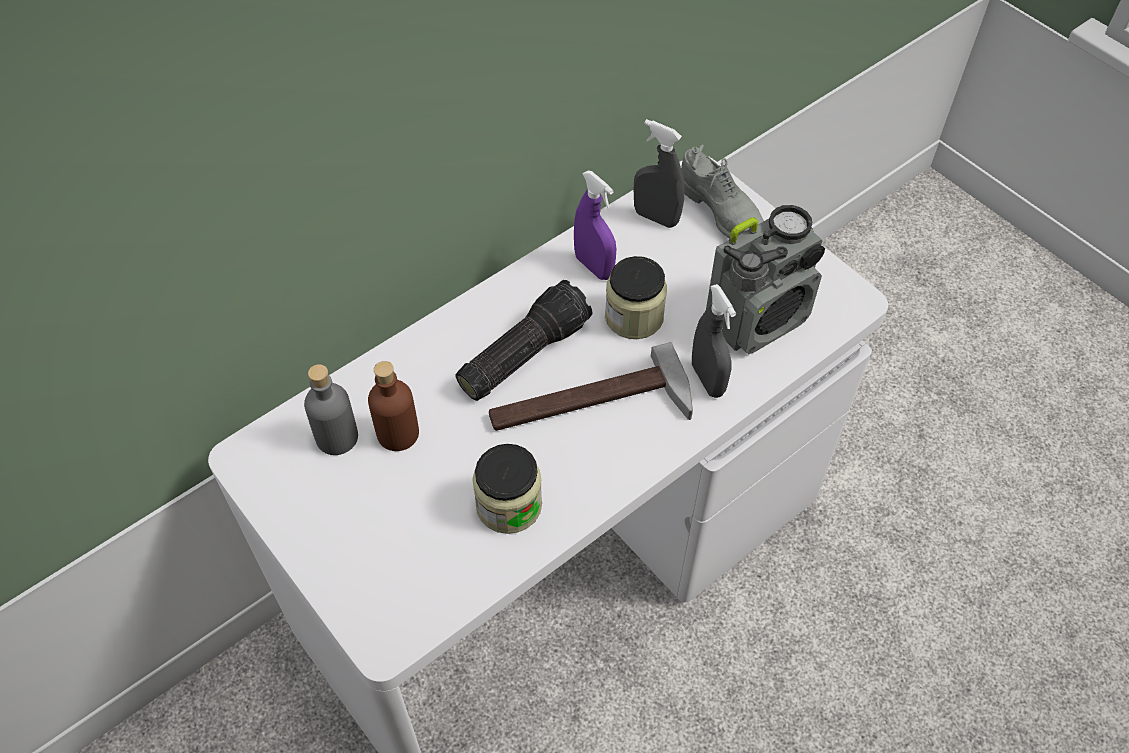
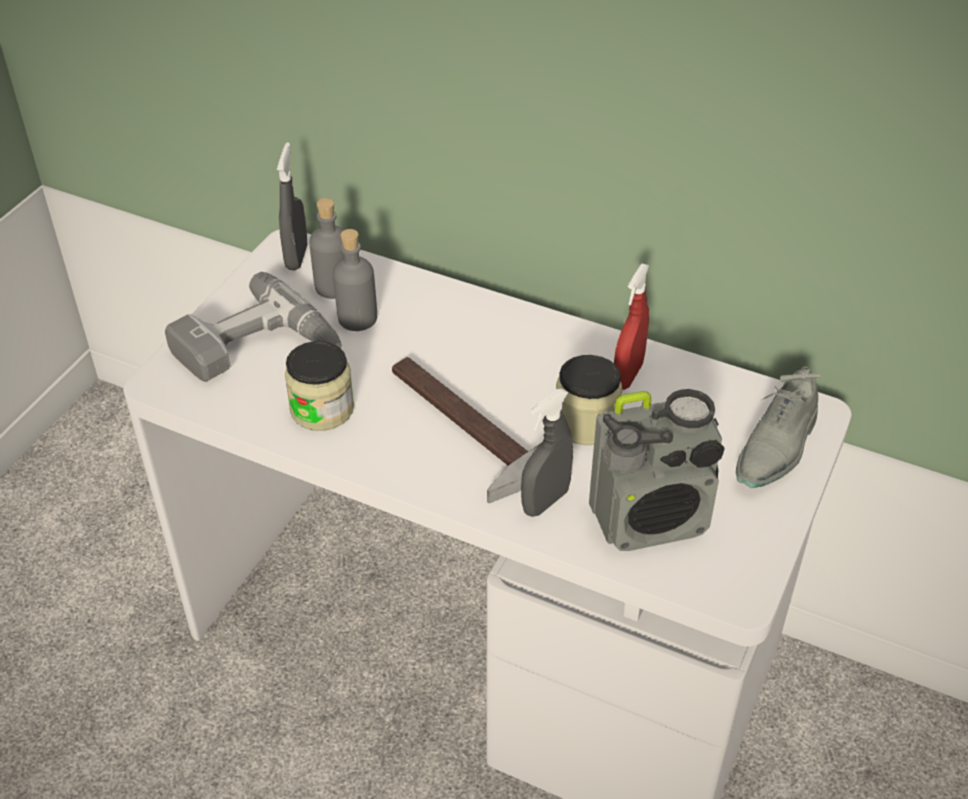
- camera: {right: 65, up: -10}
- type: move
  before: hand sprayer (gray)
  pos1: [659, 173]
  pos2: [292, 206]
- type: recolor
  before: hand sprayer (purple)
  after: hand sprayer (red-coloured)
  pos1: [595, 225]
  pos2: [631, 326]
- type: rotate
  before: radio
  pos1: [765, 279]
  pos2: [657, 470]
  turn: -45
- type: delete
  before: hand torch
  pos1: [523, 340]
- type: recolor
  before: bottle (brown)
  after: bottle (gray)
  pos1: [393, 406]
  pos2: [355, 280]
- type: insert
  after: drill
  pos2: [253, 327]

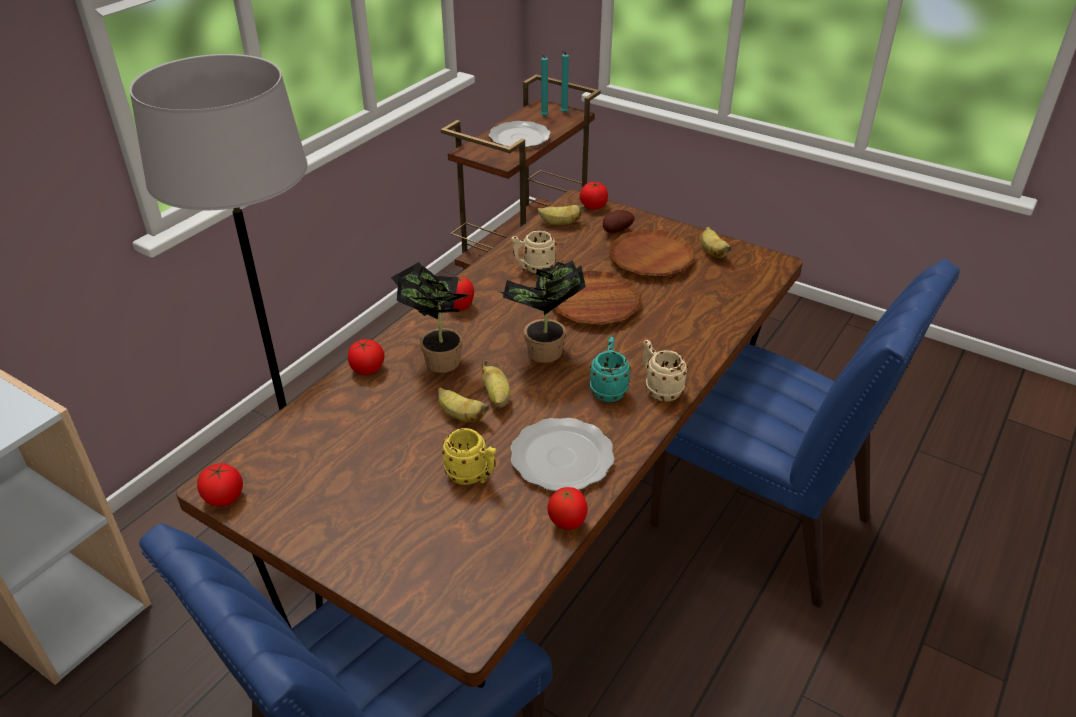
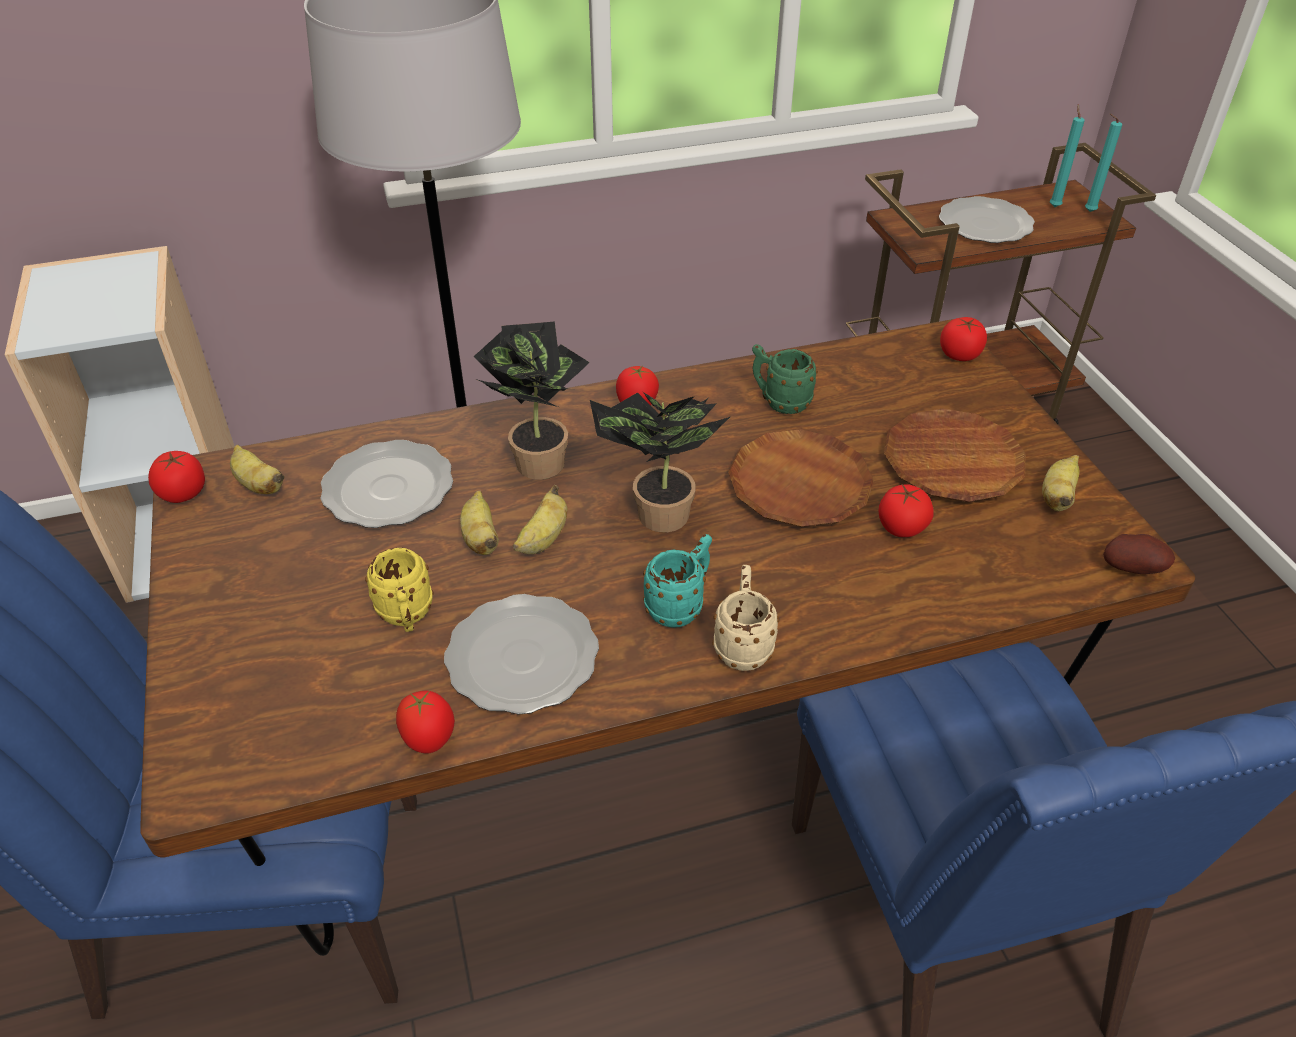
- camera: {right: 40, up: 5}
- type: move
  before: whole banana
  pos1: [561, 215]
  pos2: [257, 469]
- type: move
  before: potato
  pos1: [619, 221]
  pos2: [1139, 554]
- type: recolor
  before: tea mug (beige)
  after: tea mug (green-coloured)
  pos1: [533, 252]
  pos2: [785, 379]
- type: move
  before: tomato
  pos1: [366, 357]
  pos2: [906, 510]
- type: insert
  after: plate
  pos2: [386, 484]

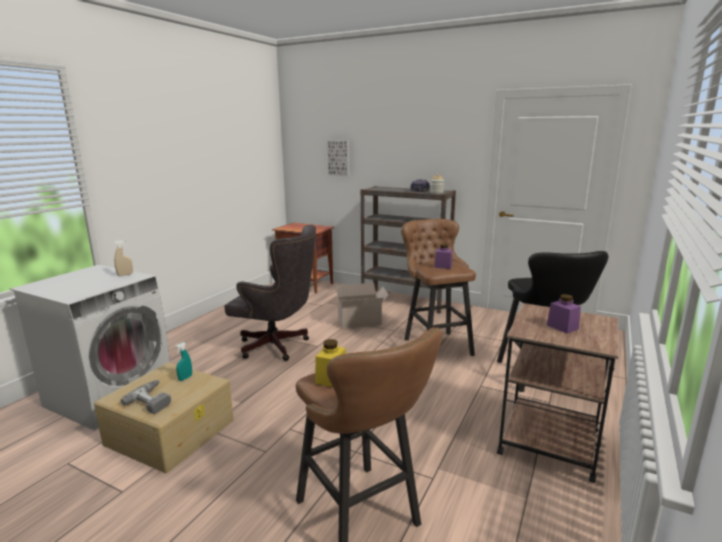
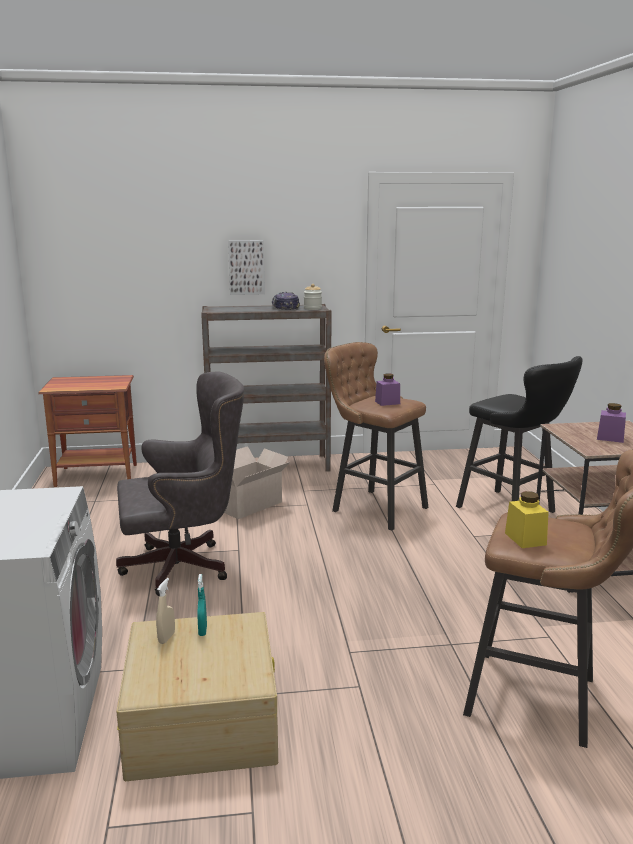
- camera: {right: -35, up: 0}
- type: move
  before: wall art
  pos1: [338, 158]
  pos2: [246, 267]
- type: move
  before: hand sprayer (beige)
  pos1: [123, 258]
  pos2: [165, 611]
- type: delete
  before: drill
  pos1: [146, 397]

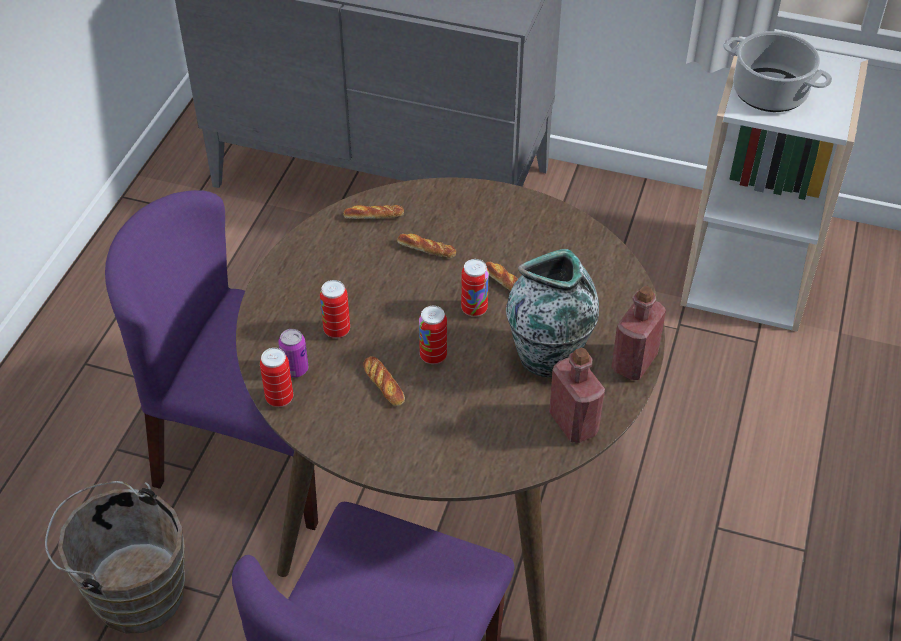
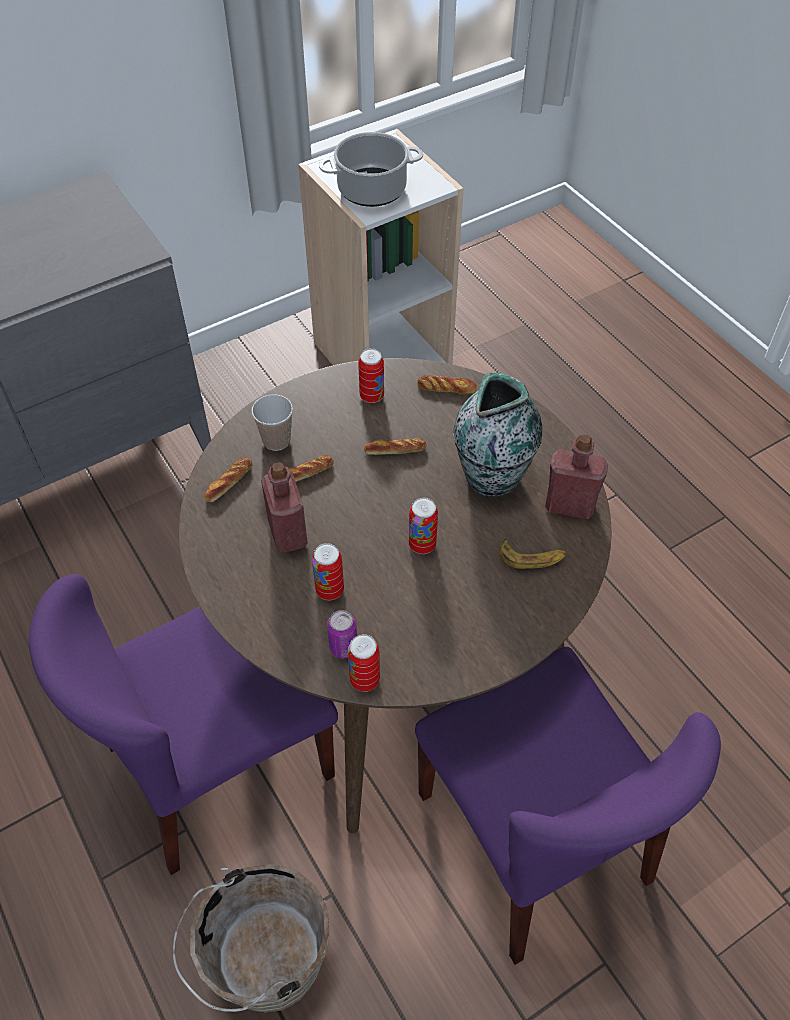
- camera: {right: -50, up: 5}
- type: move
  before: metal can
  pos1: [475, 288]
  pos2: [371, 375]
- type: move
  before: bottle (red-coloured)
  pos1: [638, 333]
  pos2: [284, 507]
- type: move
  before: bread
  pos1: [384, 381]
  pos2: [447, 384]
- type: insert
  after: cup
  pos2: [272, 423]
- type: insert
  after: whole banana
  pos2: [533, 553]

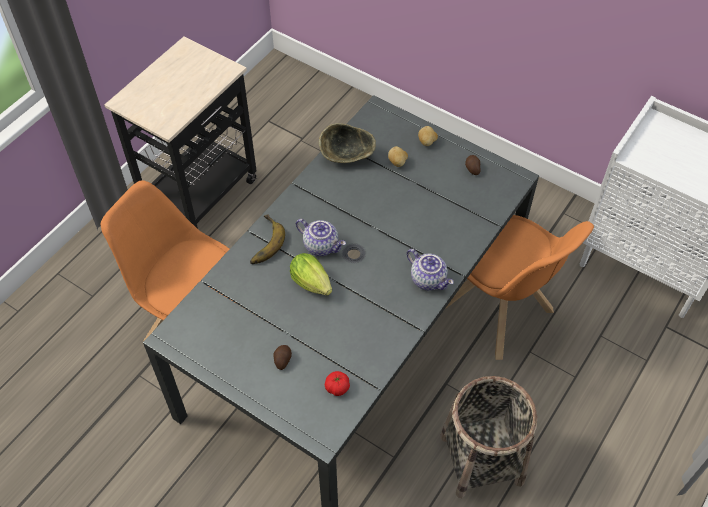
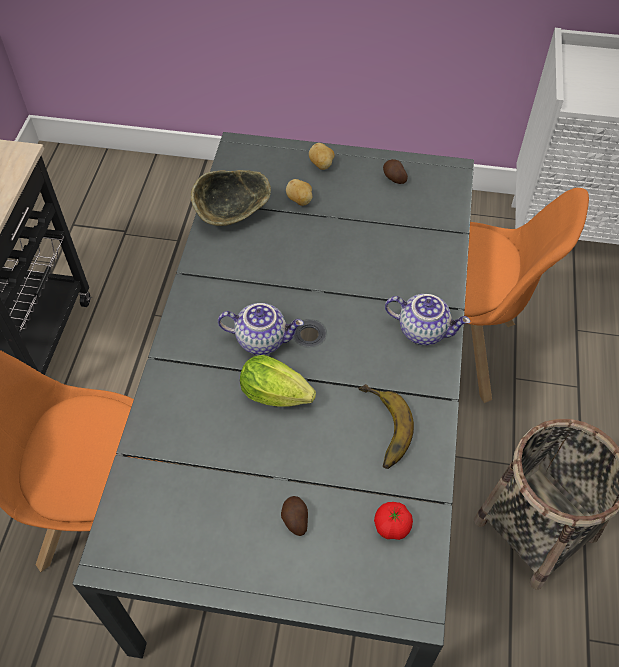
- camera: {right: -25, up: 0}
- type: move
  before: whole banana
  pos1: [267, 239]
  pos2: [386, 426]

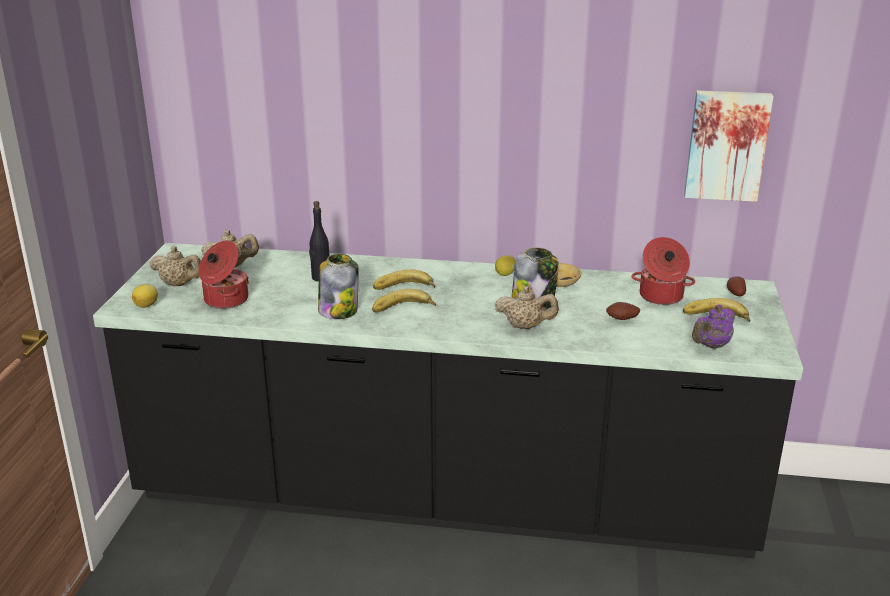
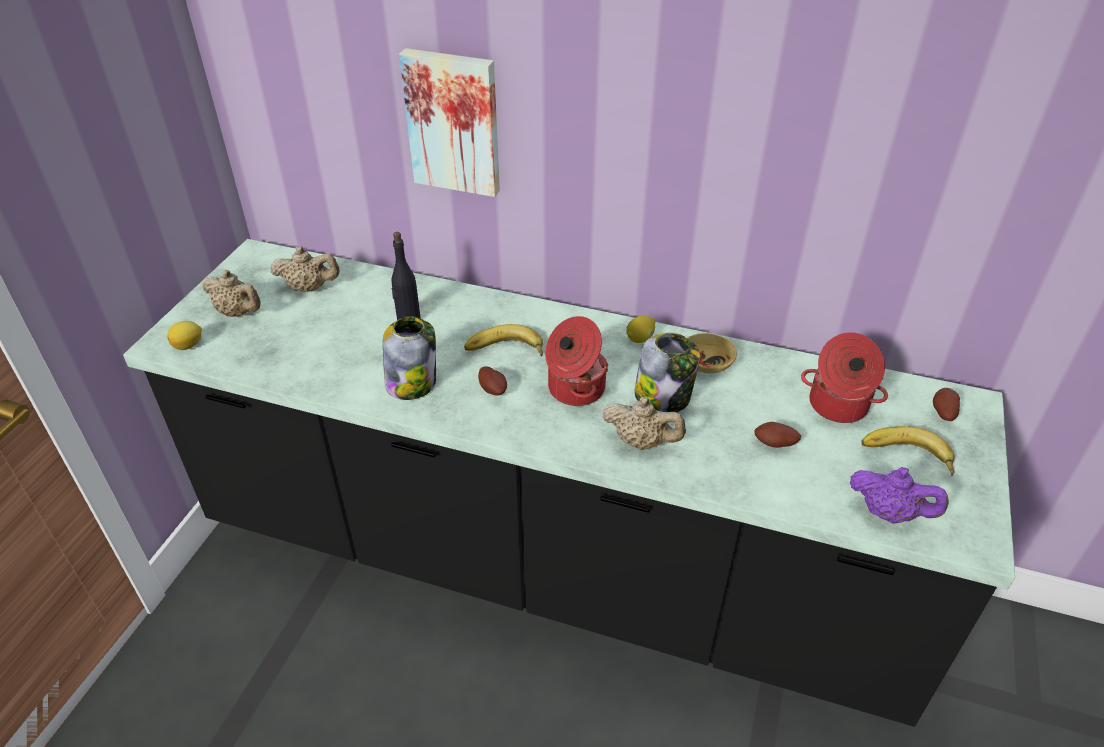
- camera: {right: 10, up: 15}
- type: move
  before: wall art
  pos1: [729, 146]
  pos2: [449, 122]
- type: move
  before: stockpot
  pos1: [224, 275]
  pos2: [576, 361]
- type: replace
  before: whole banana
  after: potato
  pos1: [404, 301]
  pos2: [492, 380]
- type: rotate
  before: teapot (purple)
  pos1: [713, 327]
  pos2: [899, 495]
  turn: -120

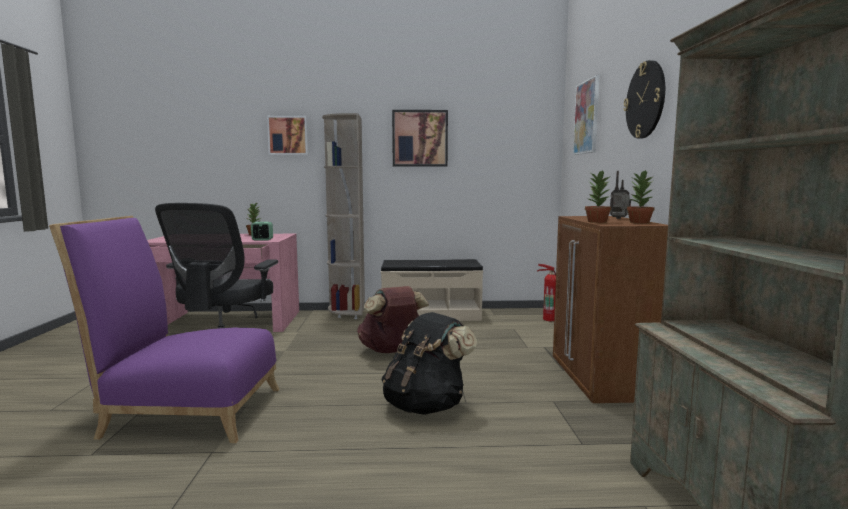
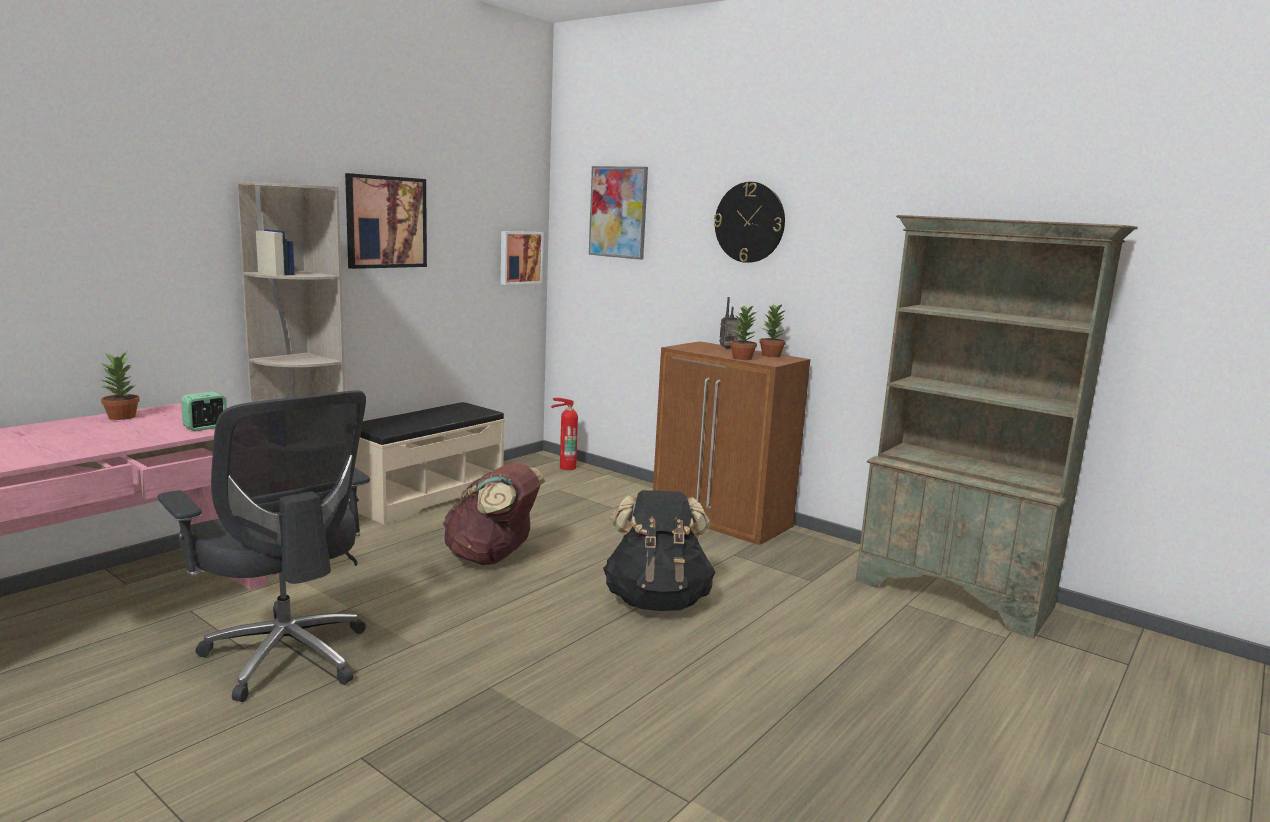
- camera: {right: -50, up: 5}
- type: move
  before: wall art
  pos1: [287, 135]
  pos2: [522, 258]
- type: delete
  before: plain chair (purple)
  pos1: [164, 329]

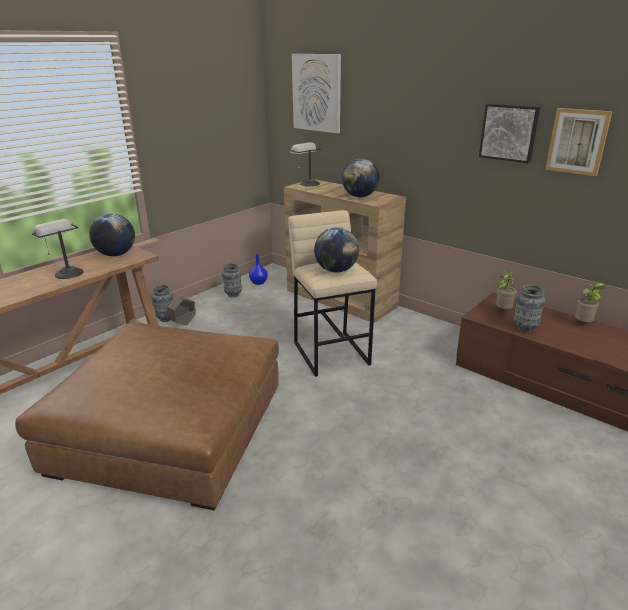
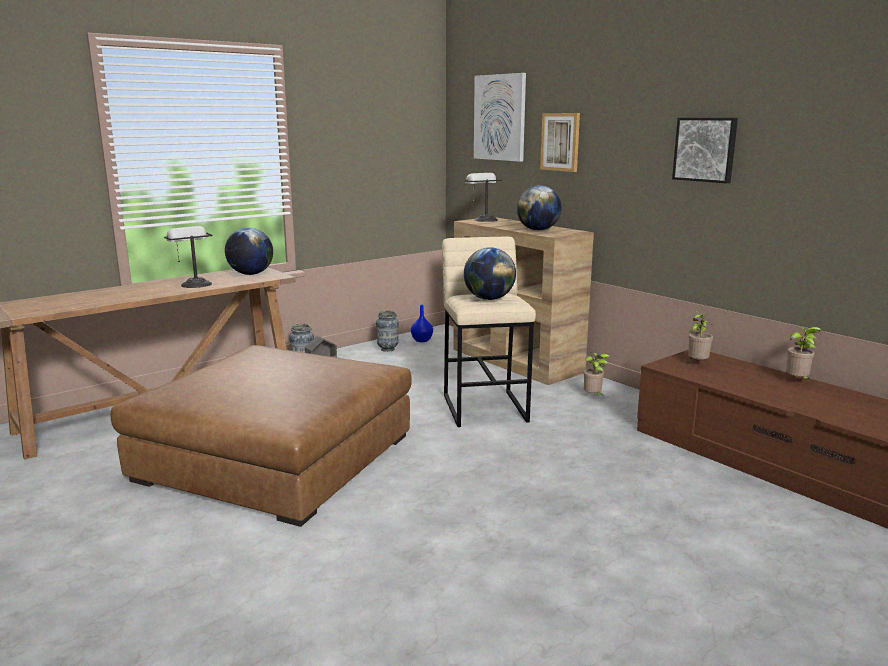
- camera: {right: 10, up: -10}
- type: move
  before: wall art
  pos1: [579, 142]
  pos2: [560, 142]
- type: delete
  before: vase
  pos1: [529, 308]
- type: insert
  after: potted plant
  pos2: [596, 375]

